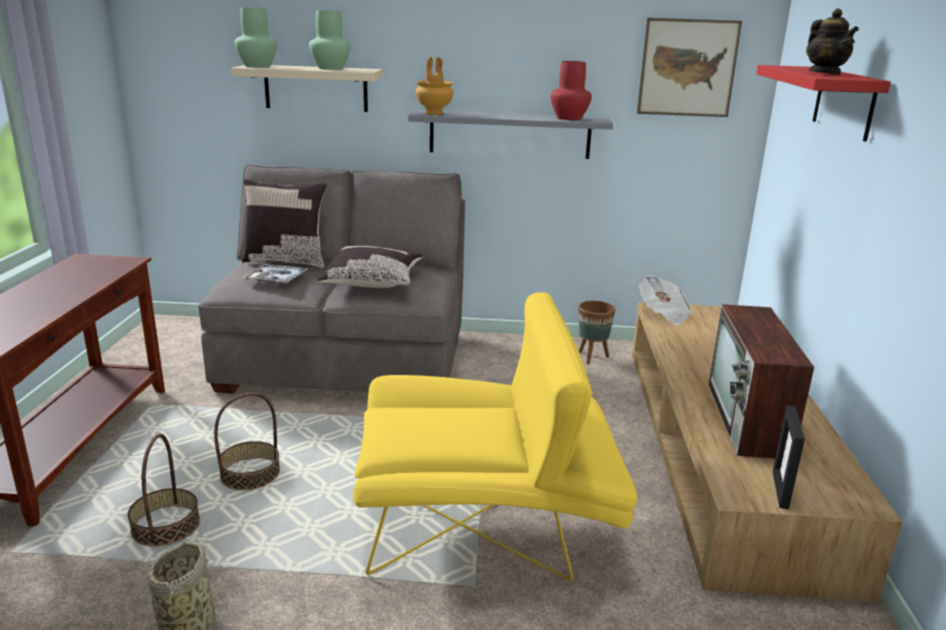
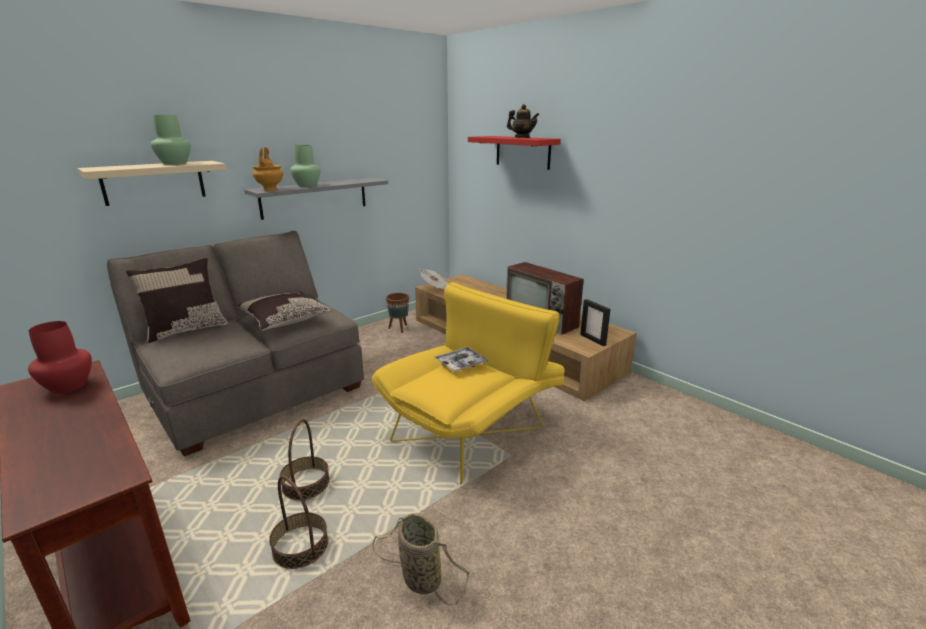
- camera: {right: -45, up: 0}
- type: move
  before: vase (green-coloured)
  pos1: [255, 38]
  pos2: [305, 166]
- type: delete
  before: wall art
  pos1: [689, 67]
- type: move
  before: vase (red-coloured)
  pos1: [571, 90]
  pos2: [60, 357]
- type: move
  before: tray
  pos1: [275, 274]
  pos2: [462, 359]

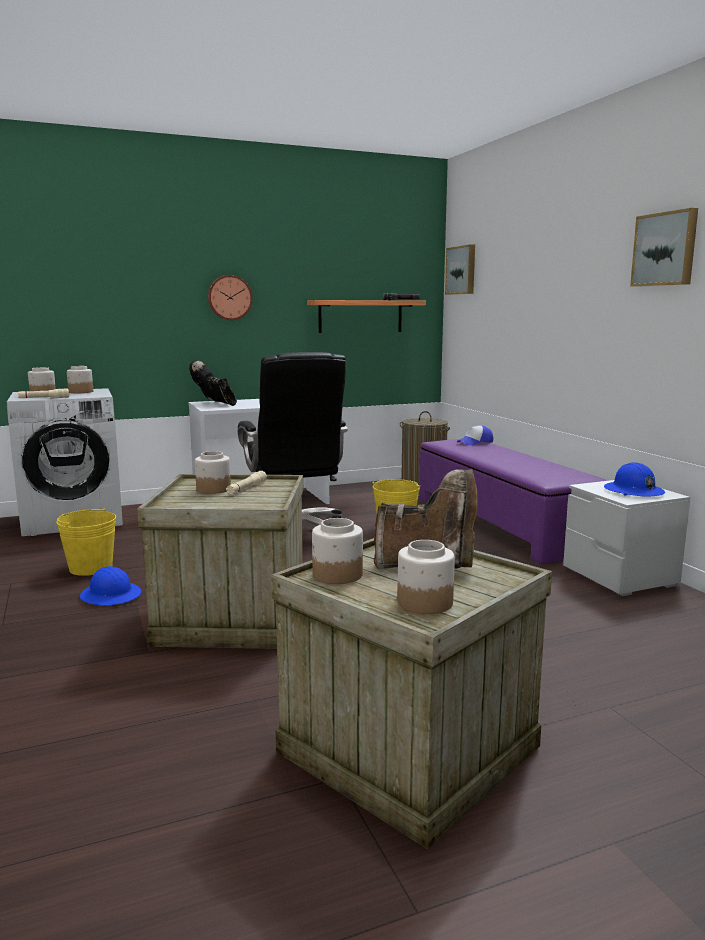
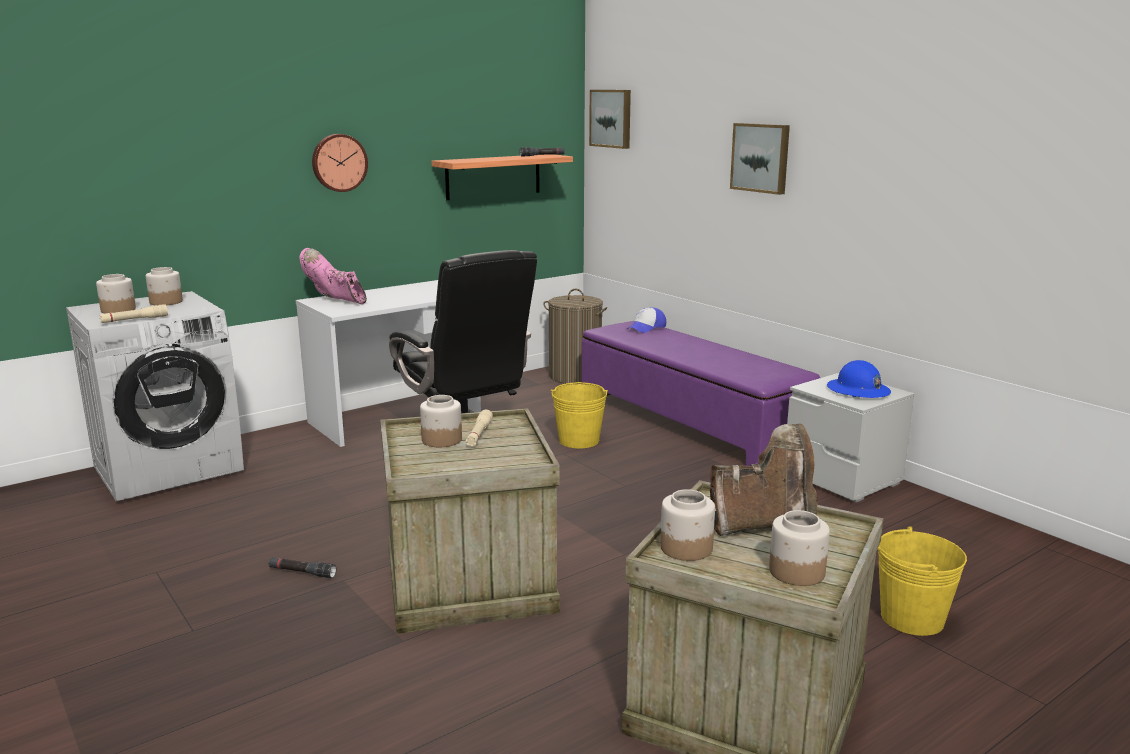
- camera: {right: -15, up: 5}
- type: move
  before: wall art
  pos1: [664, 247]
  pos2: [760, 159]
- type: recolor
  before: boot (black)
  after: boot (pink-coloured)
  pos1: [213, 383]
  pos2: [333, 276]
- type: move
  before: water bucket (yellow-coloured)
  pos1: [86, 542]
  pos2: [922, 581]
- type: replace
  before: work helmet (blue)
  after: hand torch (black)
  pos1: [110, 585]
  pos2: [302, 567]

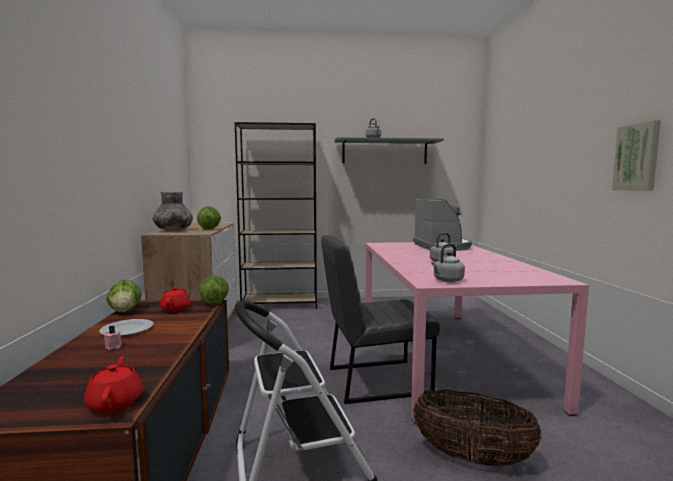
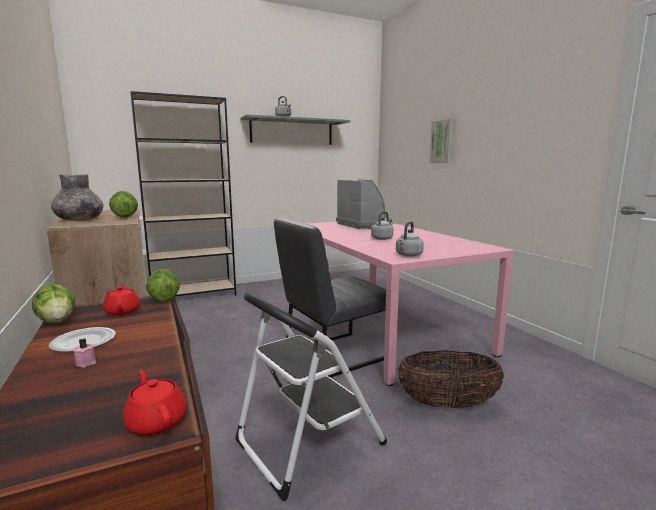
- camera: {right: -20, up: 5}
- type: move
  before: wall art
  pos1: [636, 155]
  pos2: [441, 141]

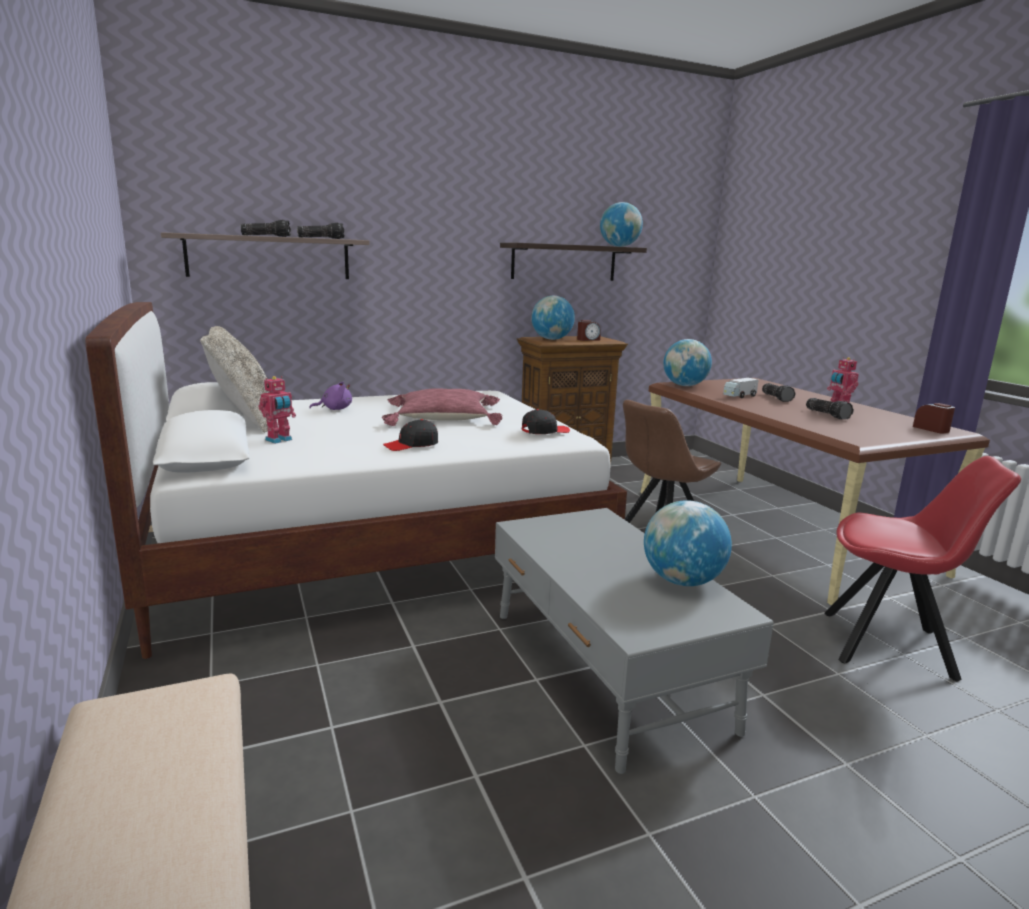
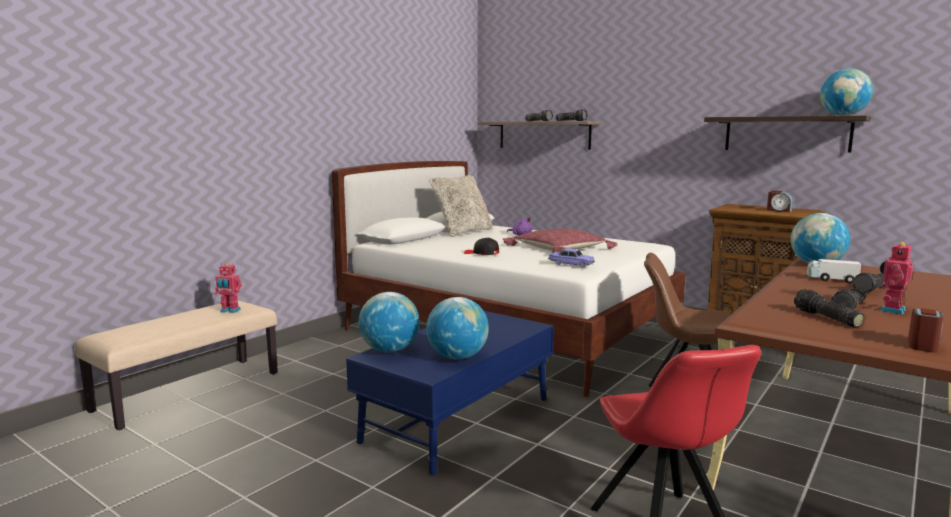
- camera: {right: 60, up: -5}
- type: move
  before: desk globe
  pos1: [553, 318]
  pos2: [389, 322]
- type: move
  before: model robot
  pos1: [277, 410]
  pos2: [228, 288]
- type: replace
  before: baseball cap (black)
  after: model car
  pos1: [546, 421]
  pos2: [571, 258]
- type: recolor
  before: lounge table (gray)
  after: lounge table (blue)
  pos1: [634, 641]
  pos2: [450, 393]
- type: insert
  after: hand torch
  pos2: [829, 308]

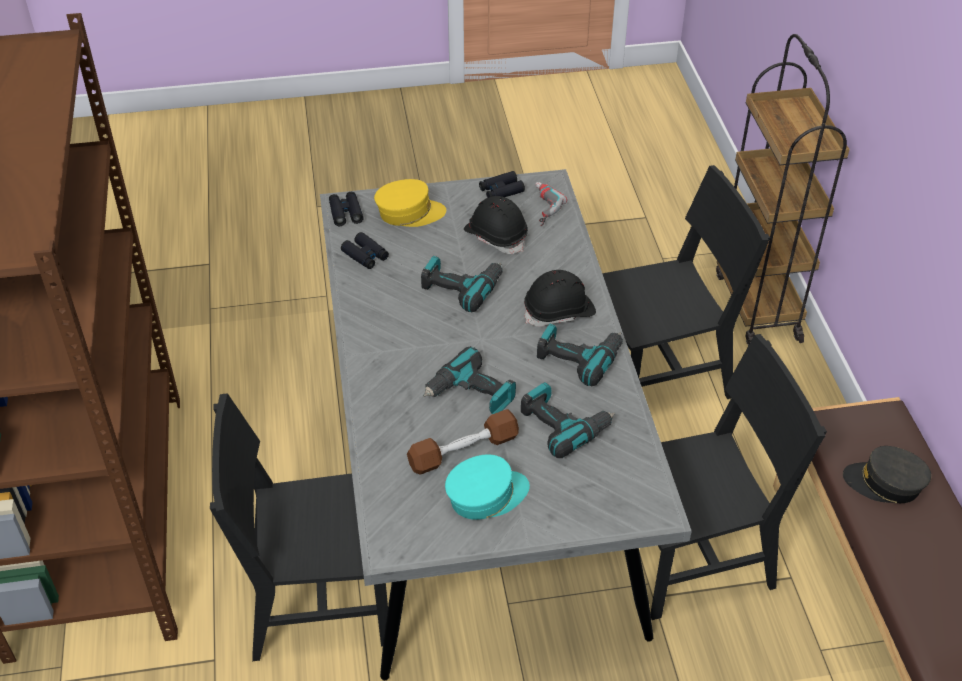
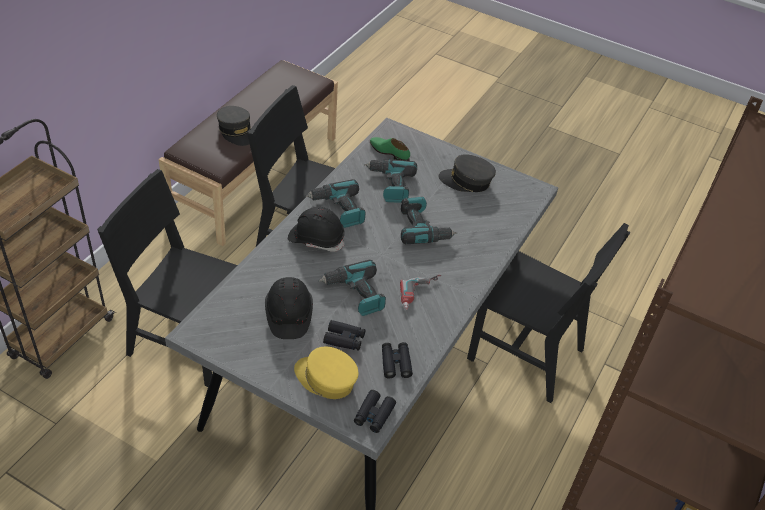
- camera: {right: -145, up: 0}
- type: move
  before: field glasses (black)
  pos1: [502, 184]
  pos2: [344, 335]
- type: move
  before: drill
  pos1: [551, 204]
  pos2: [420, 292]
- type: delete
  before: hand weight (brown)
  pos1: [463, 442]
- type: recolor
  before: baseball cap (blue-green)
  after: baseball cap (gray)
  pos1: [487, 487]
  pos2: [467, 173]
- type: insert
  after: low shoe (green-coloured)
  pos2: [390, 149]

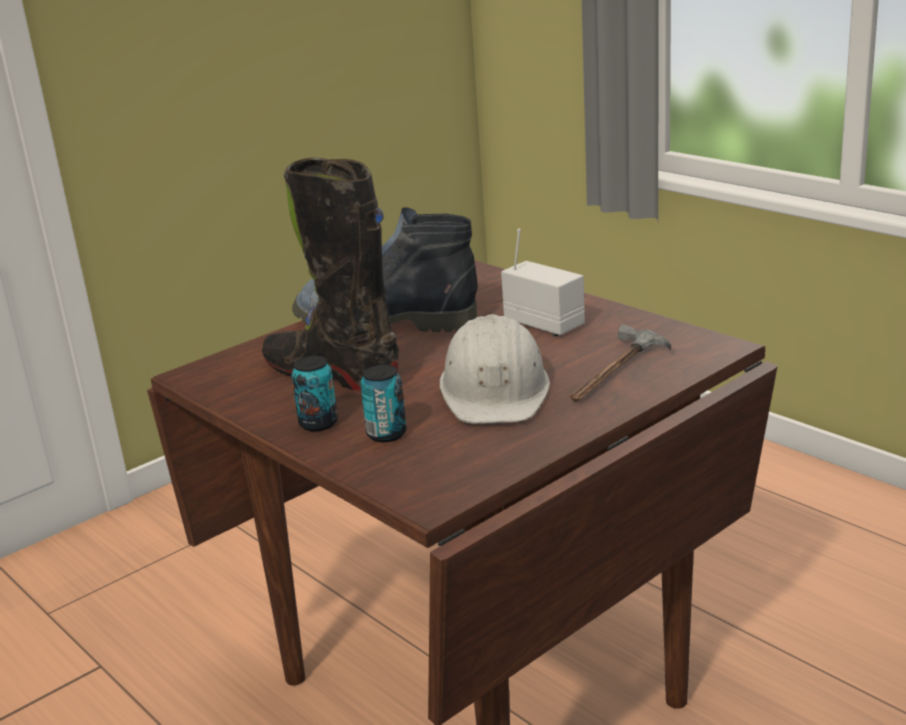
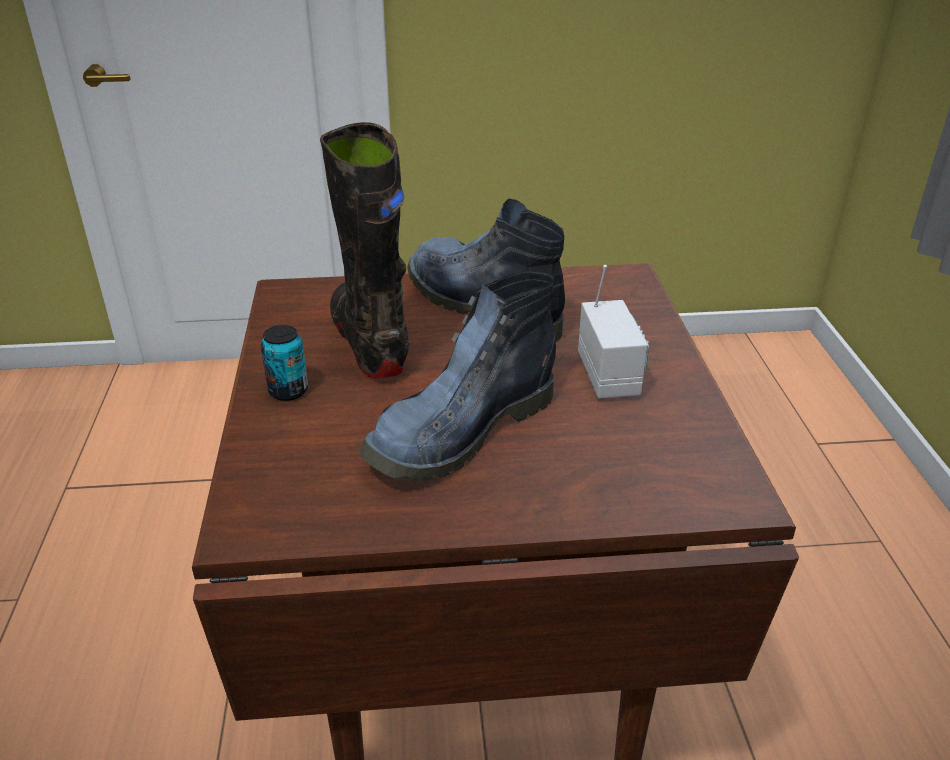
- camera: {right: 35, up: 10}
- type: replace
  before: work helmet (white)
  after: boot
  pos1: [495, 369]
  pos2: [457, 376]
- type: delete
  before: tool hammer
  pos1: [620, 363]
- type: delete
  before: metal can
  pos1: [383, 403]

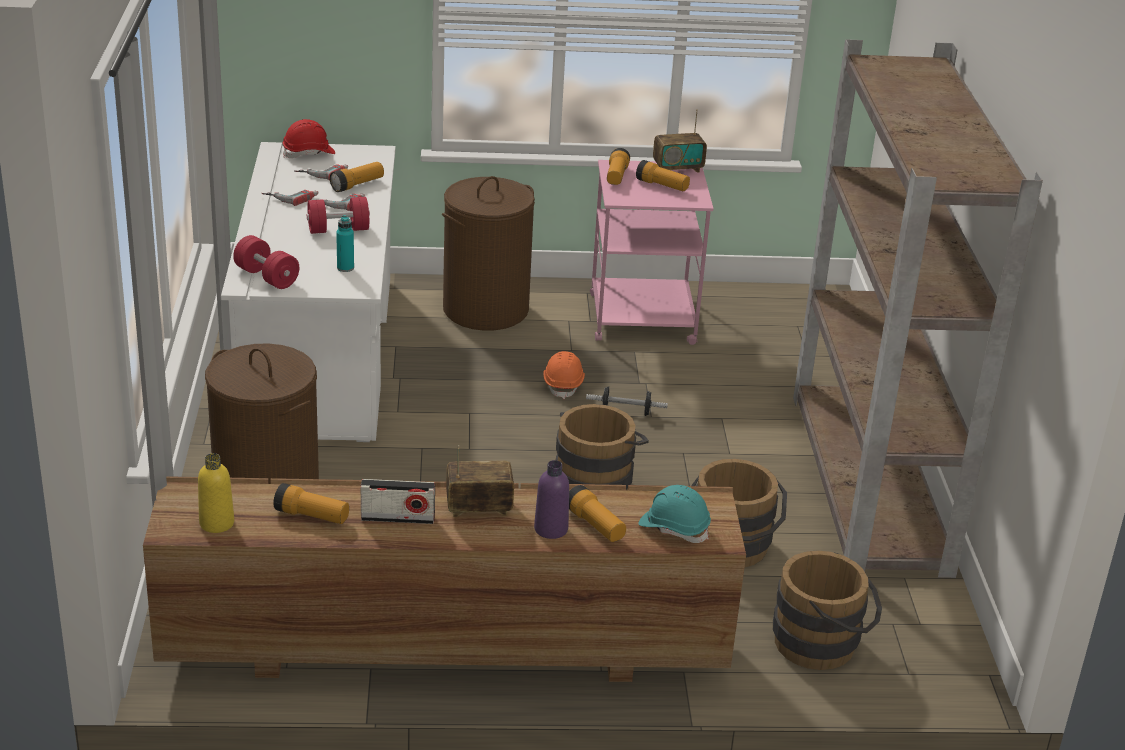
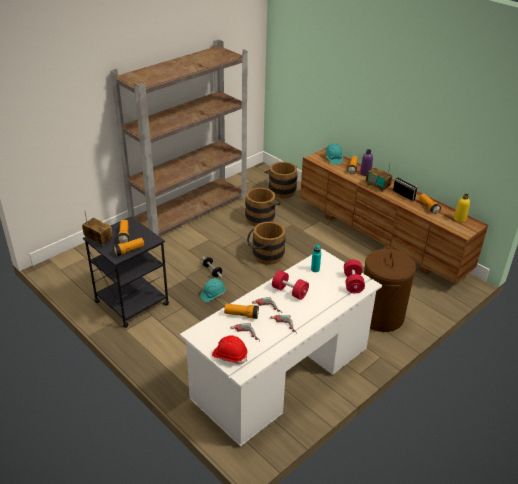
- camera: {right: -130, up: 5}
- type: recolor
  before: trolley (pink-coloured)
  after: trolley (black)
  pos1: [652, 252]
  pos2: [126, 272]
- type: delete
  before: laundry basket (brown)
  pos1: [488, 253]
- type: recolor
  before: work helmet (orangey)
  after: work helmet (blue-green)
  pos1: [564, 375]
  pos2: [213, 290]

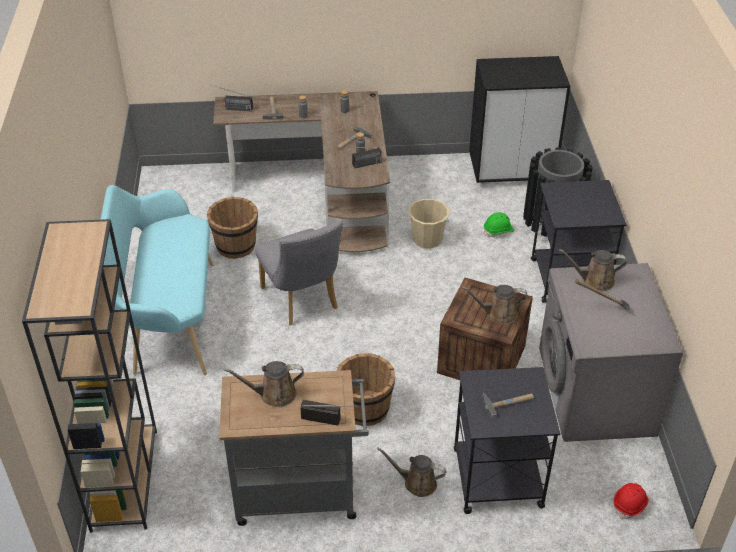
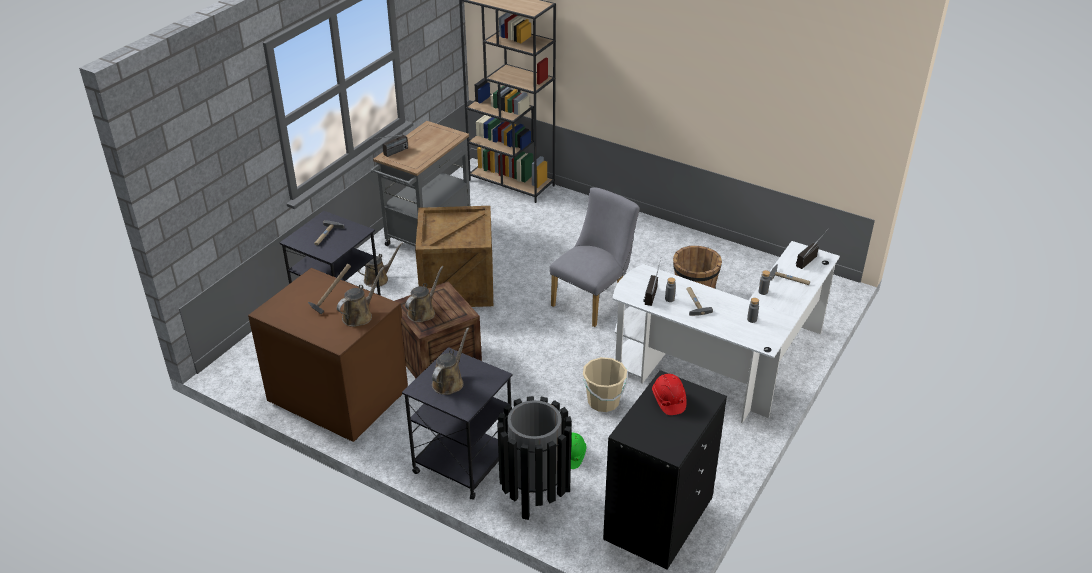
- camera: {right: 125, up: -5}
- type: recolor
  before: desk table (brown)
  after: desk table (white)
  pos1: [301, 171]
  pos2: [726, 332]
- type: delete
  before: long seat (blue-green)
  pos1: [157, 280]
- type: rotate
  before: plain chair (gray)
  pos1: [299, 272]
  pos2: [595, 257]
  turn: 120
- type: recolor
  before: washing machine (gray)
  after: washing machine (brown)
  pos1: [611, 352]
  pos2: [328, 355]
- type: replace
  before: water bucket (brown)
  after: shipping crate
  pos1: [365, 389]
  pos2: [454, 256]
- type: move
  before: sprinkling can (brown)
  pos1: [263, 384]
  pos2: [450, 361]
- type: move
  before: work helmet (red-coloured)
  pos1: [631, 501]
  pos2: [669, 394]

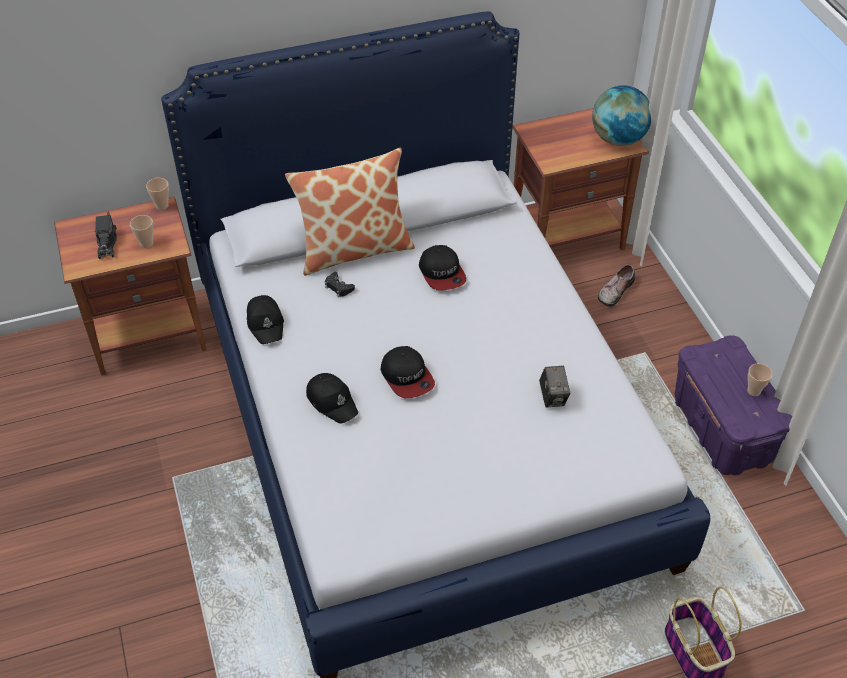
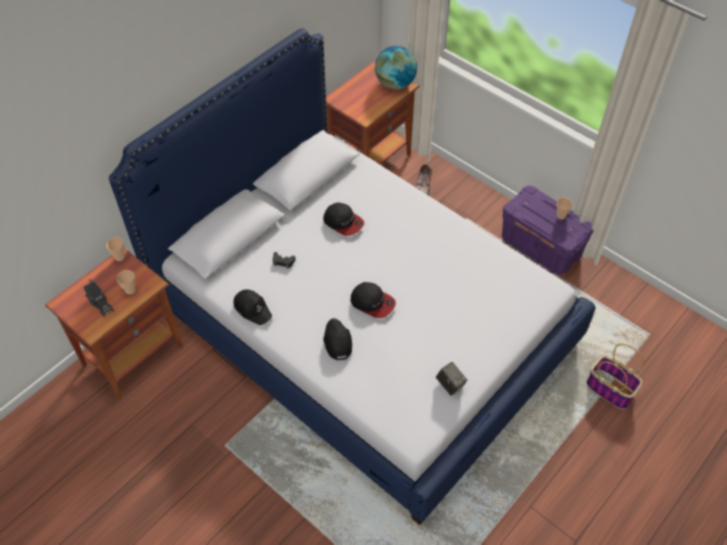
- camera: {right: -30, up: 5}
- type: delete
  before: throw pillow
  pos1: [350, 212]
- type: move
  before: still camera
  pos1: [554, 387]
  pos2: [451, 379]
- type: rotate
  before: baseball cap (black)
  pos1: [332, 398]
  pos2: [337, 339]
  turn: -120

